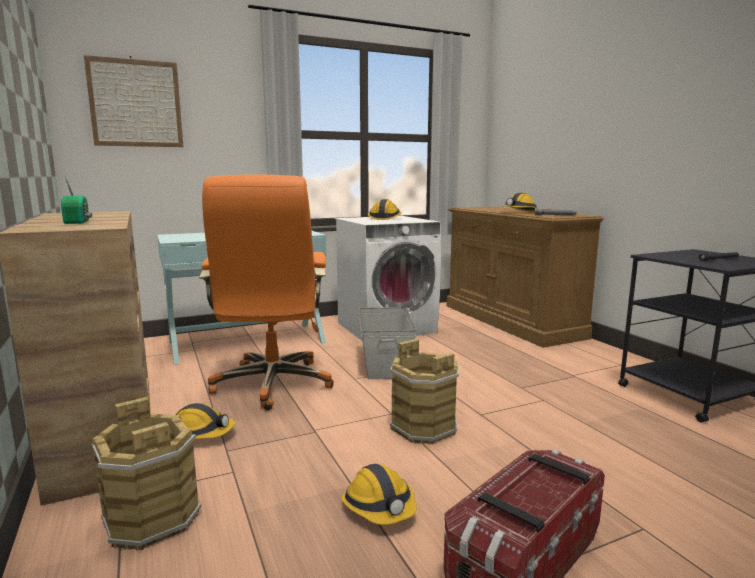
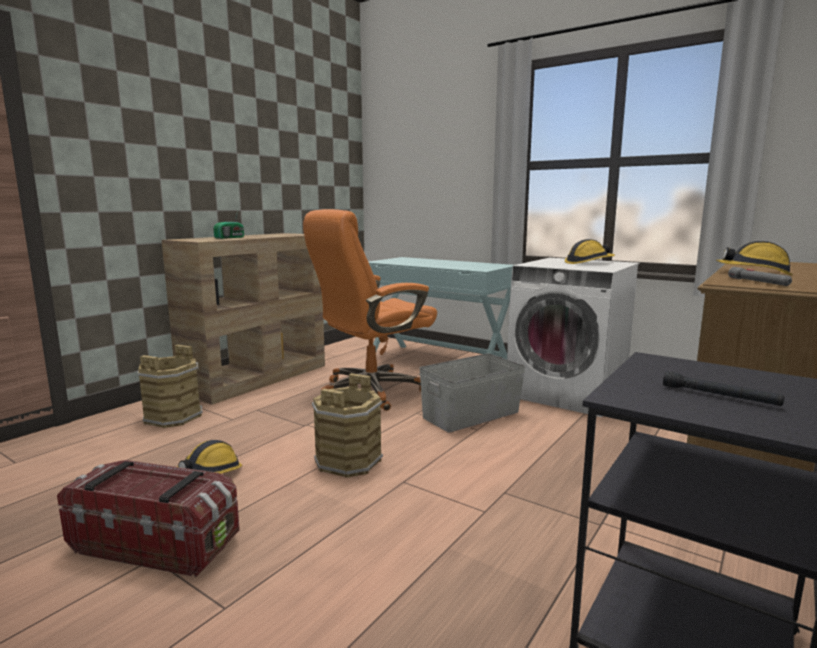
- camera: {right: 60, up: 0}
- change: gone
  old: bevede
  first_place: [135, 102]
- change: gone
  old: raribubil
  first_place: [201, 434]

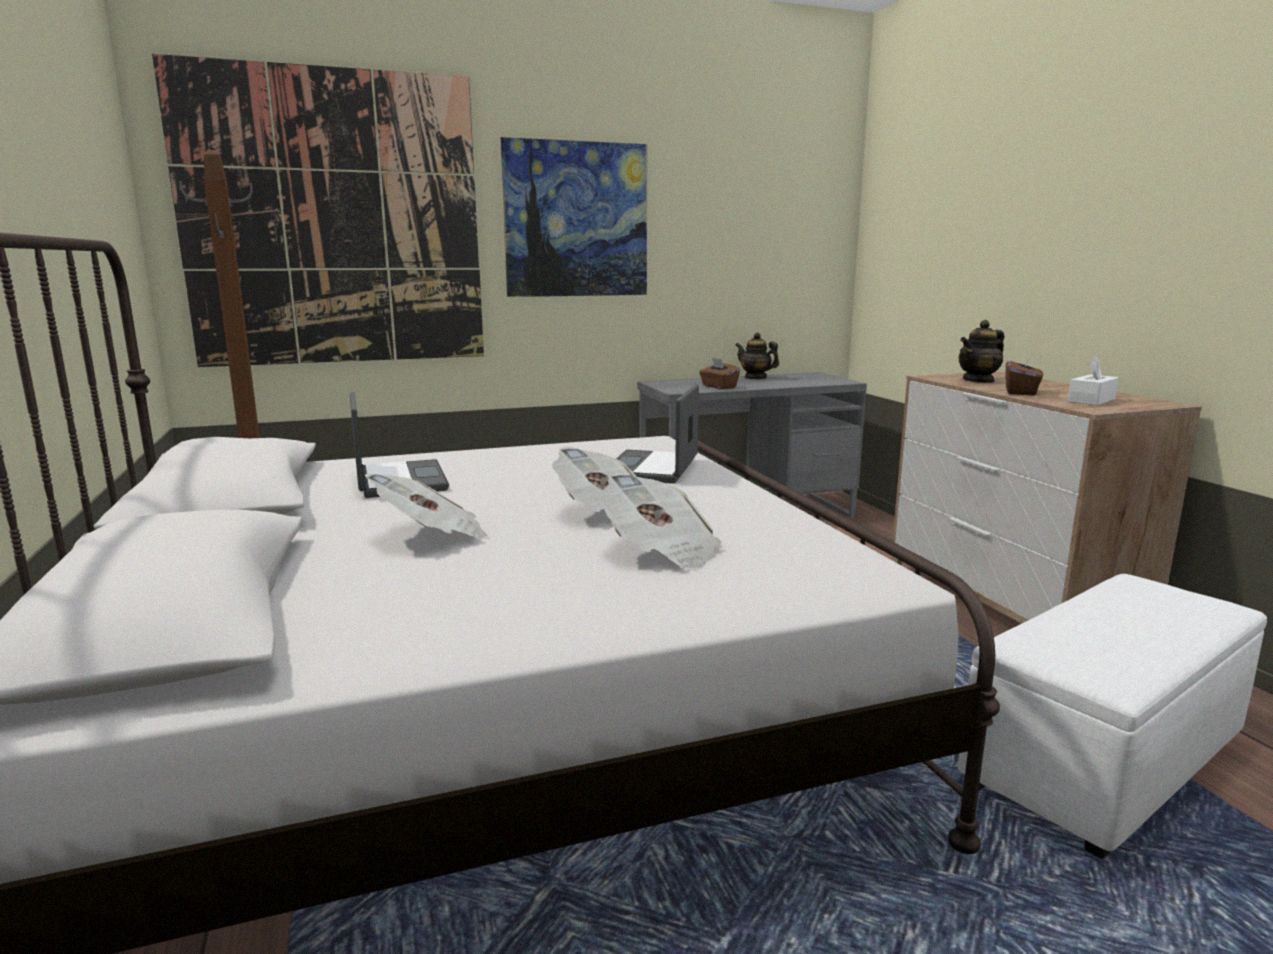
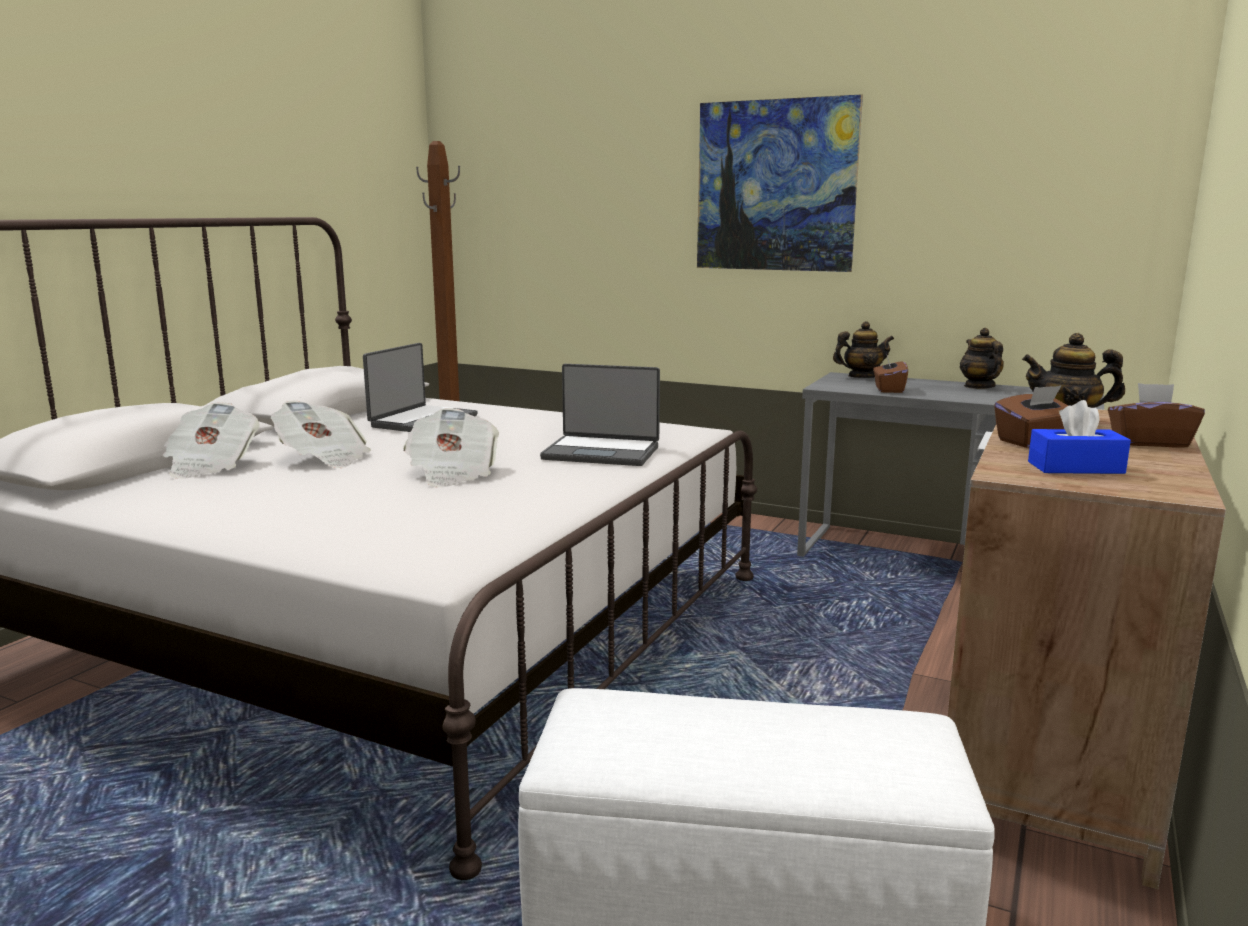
- camera: {right: 45, up: 0}
- change: gone
  old: bevede
  first_place: [334, 220]
- change: new
  new: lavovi
  second_place: [861, 377]
- change: new
  new: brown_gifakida
  second_place: [1149, 442]
- change: shifted
  old: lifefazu
  first_place: [661, 552]
  second_place: [210, 465]
- change: repainted
  old: white_gifakida
  new: blue_gifakida
  first_place: [1091, 400]
  second_place: [1075, 467]
- change: rotated
  old: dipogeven
  first_place: [653, 469]
  second_place: [602, 452]
  degrees: -135

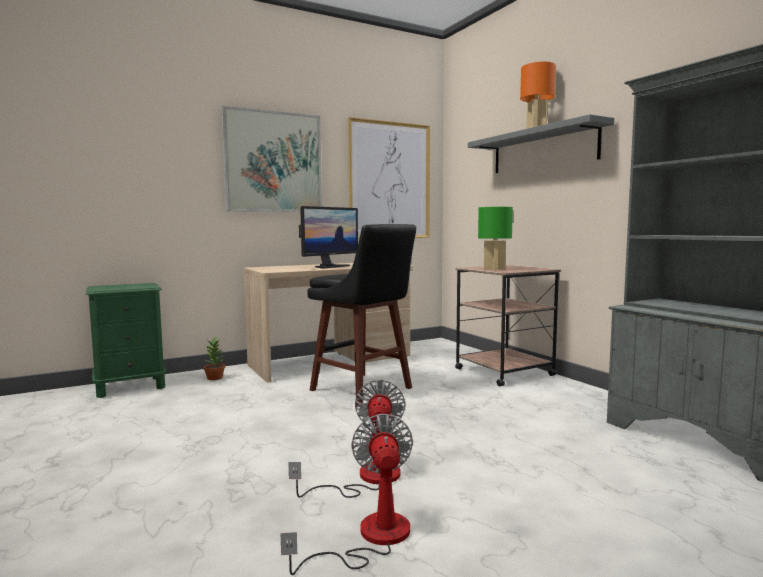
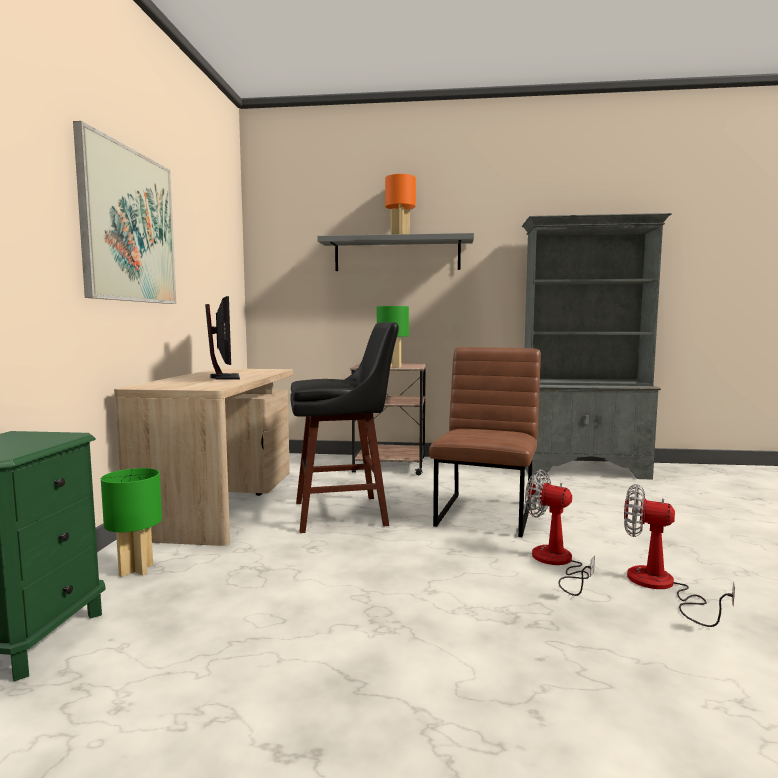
- camera: {right: -55, up: 0}
- change: gone
  old: bevede
  first_place: [389, 181]
- change: new
  new: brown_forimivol
  second_place: [486, 513]
- change: swapped
  old: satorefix
  new: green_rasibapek
  first_place: [215, 378]
  second_place: [136, 569]

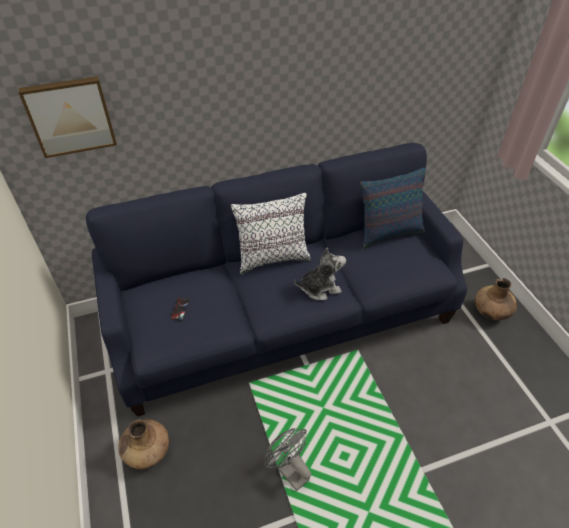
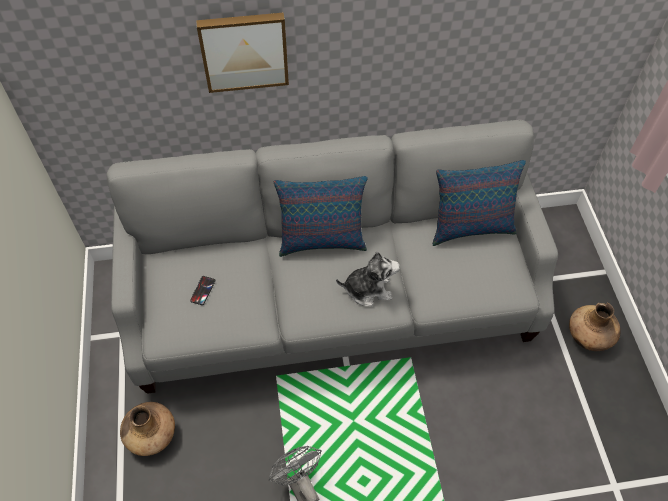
- camera: {right: 10, up: 10}
- change: shifted
  old: bevede
  first_place: [70, 116]
  second_place: [244, 50]
- change: repainted
  old: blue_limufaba
  new: grey_limufaba
  first_place: [284, 318]
  second_place: [333, 303]
- change: repainted
  old: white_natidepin
  new: blue_natidepin
  first_place: [273, 259]
  second_place: [322, 242]

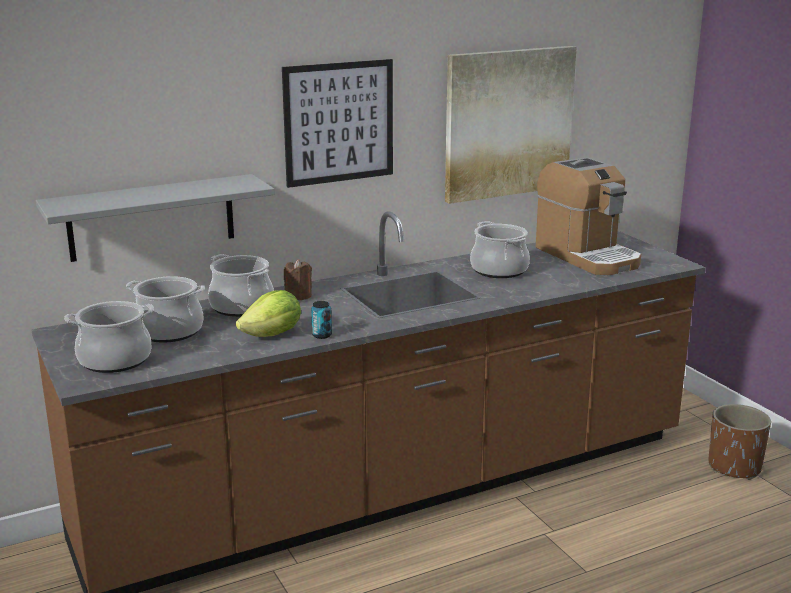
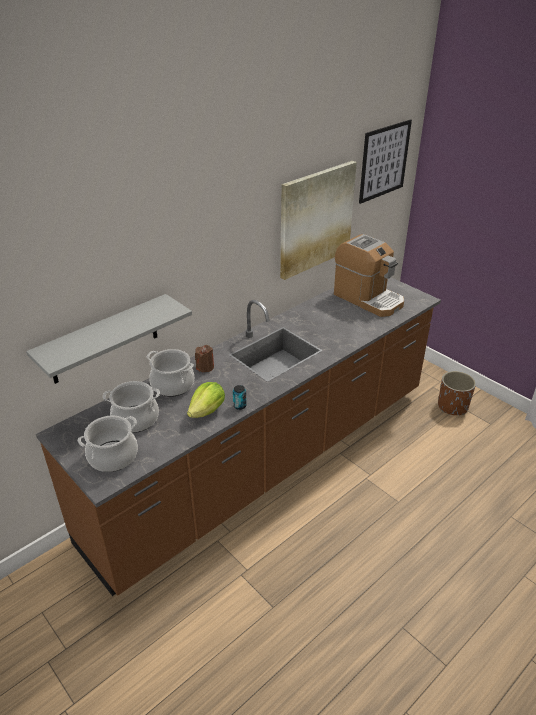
- camera: {right: -15, up: 15}
- change: gone
  old: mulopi
  first_place: [499, 270]
- change: shifted
  old: bevede
  first_place: [339, 122]
  second_place: [384, 161]

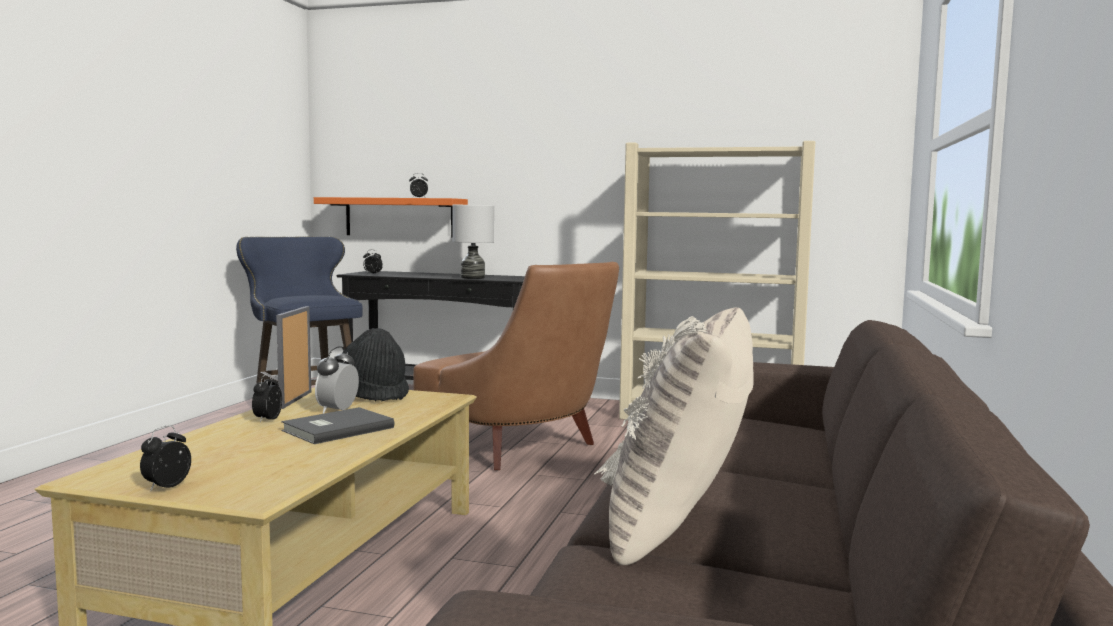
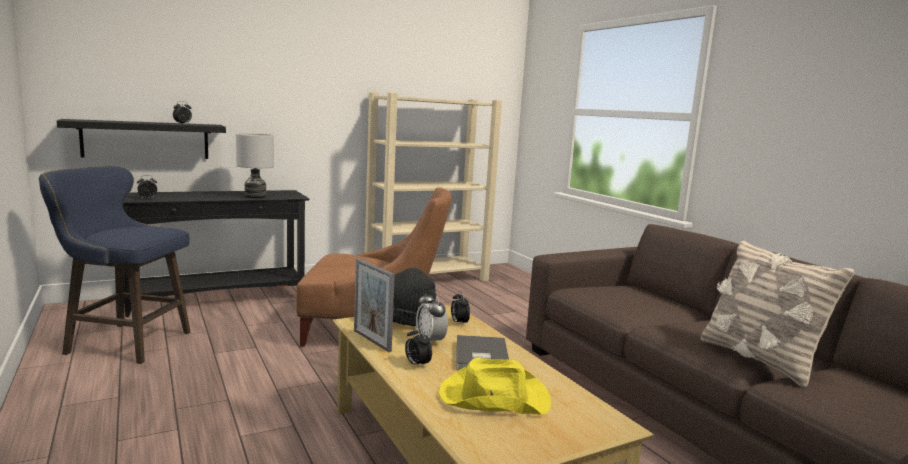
- camera: {right: -45, up: 5}
- change: new
  new: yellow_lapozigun
  second_place: [492, 397]
- change: shifted
  old: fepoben
  first_place: [166, 487]
  second_place: [459, 323]
- change: repainted
  old: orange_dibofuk
  new: black_dibofuk
  first_place: [399, 217]
  second_place: [146, 140]

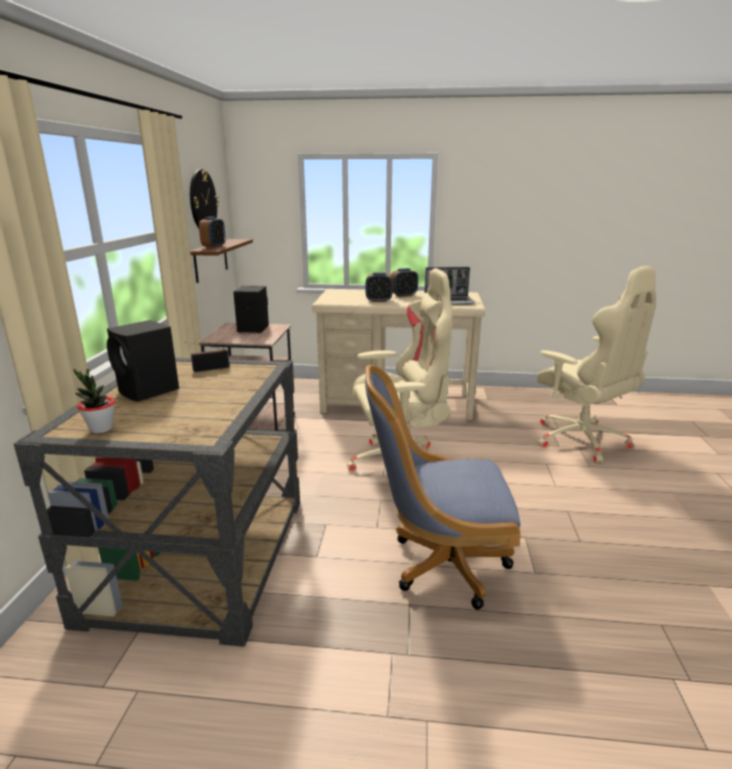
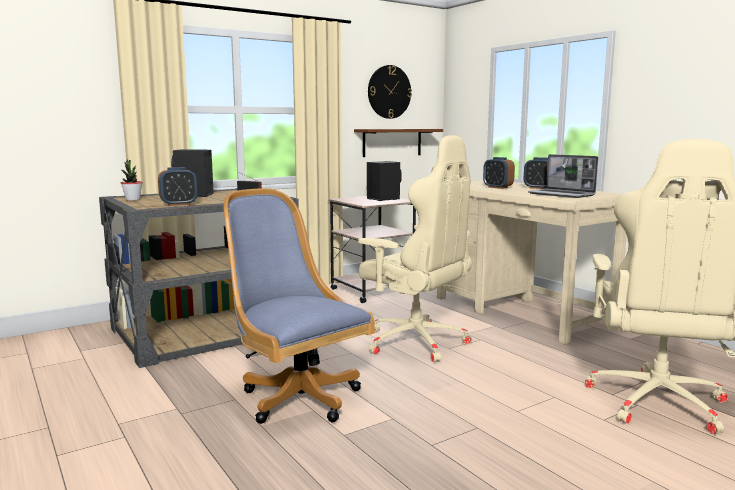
- camera: {right: 50, up: -10}
- change: shifted
  old: fepoben
  first_place: [214, 247]
  second_place: [179, 204]

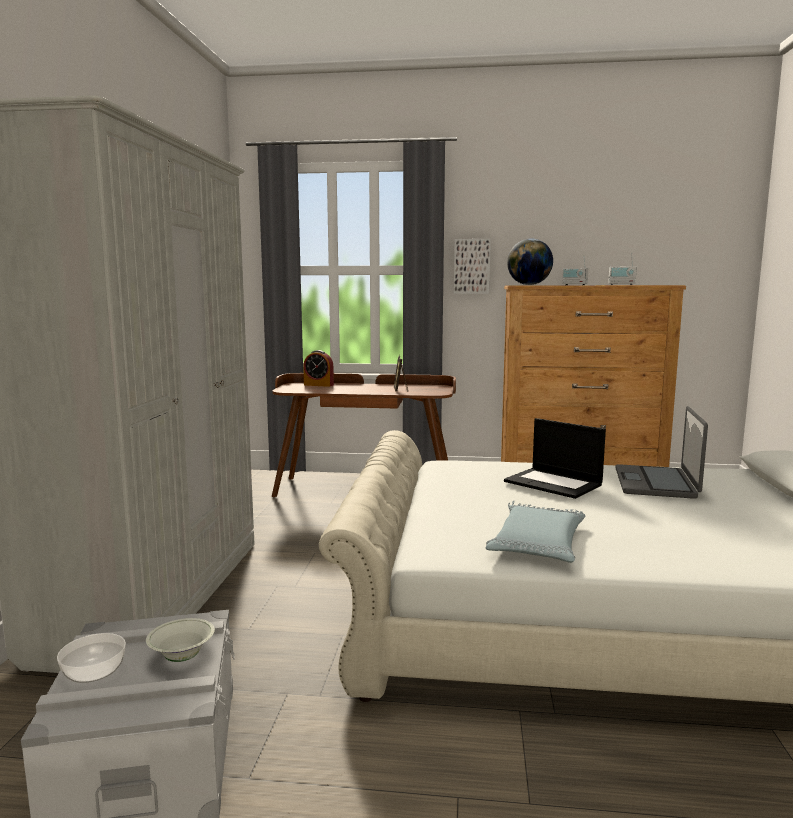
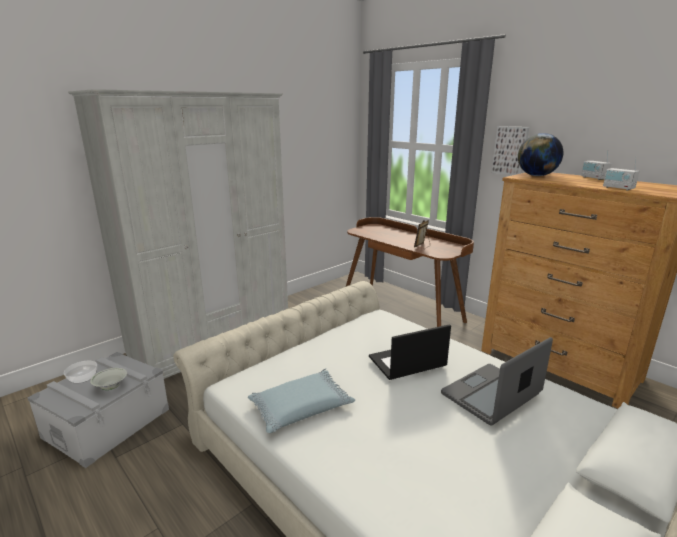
- camera: {right: 40, up: 10}
- change: gone
  old: fepoben
  first_place: [318, 385]
- change: rotated
  old: dipogeven
  first_place: [554, 483]
  second_place: [407, 362]
  degrees: 75

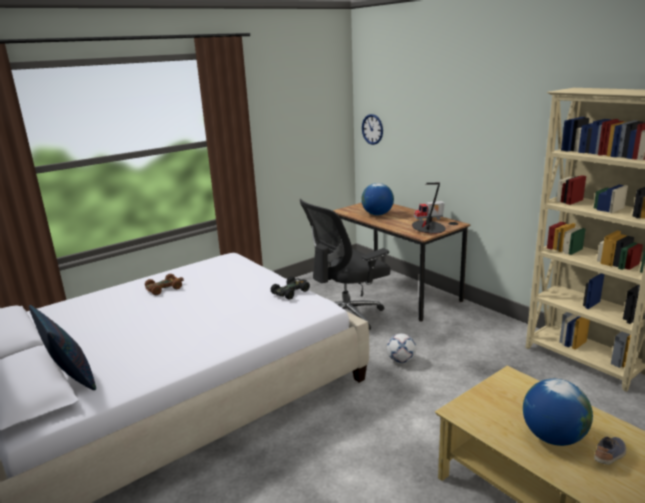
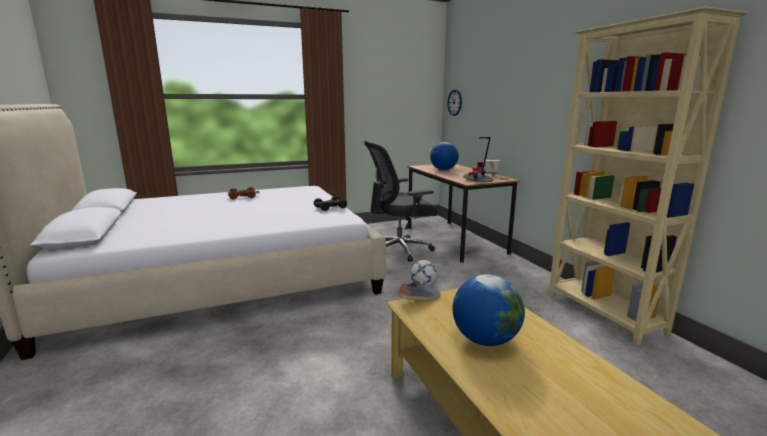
- camera: {right: 15, up: -5}
- change: gone
  old: blue_natidepin
  first_place: [71, 378]
- change: shifted
  old: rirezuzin
  first_place: [610, 456]
  second_place: [420, 299]

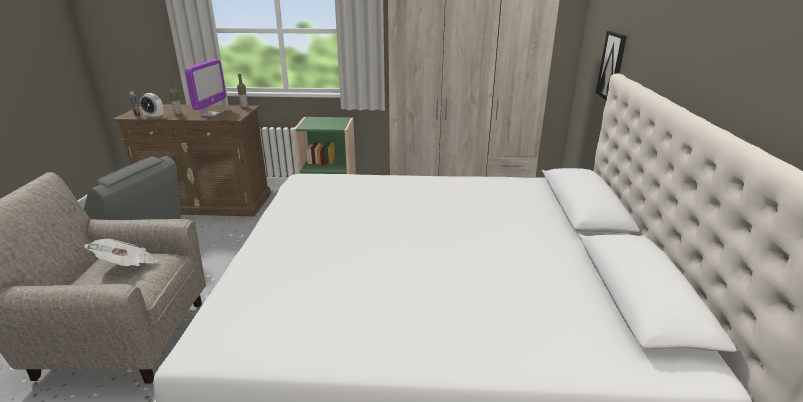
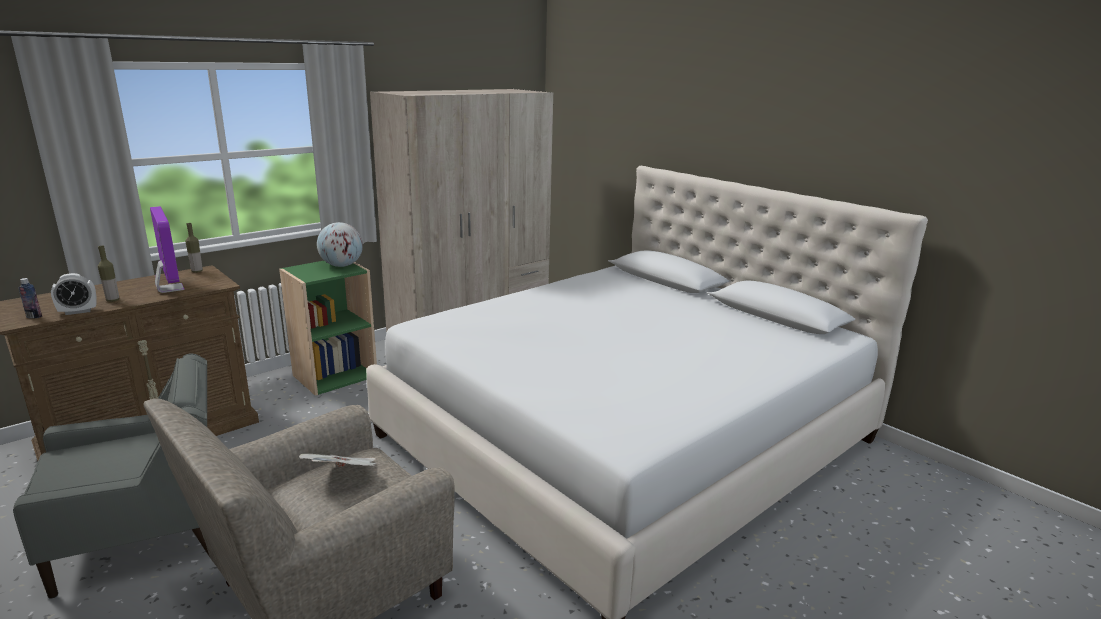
- camera: {right: -45, up: -5}
- change: gone
  old: bevede
  first_place: [612, 66]
- change: new
  new: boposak
  second_place: [341, 265]

